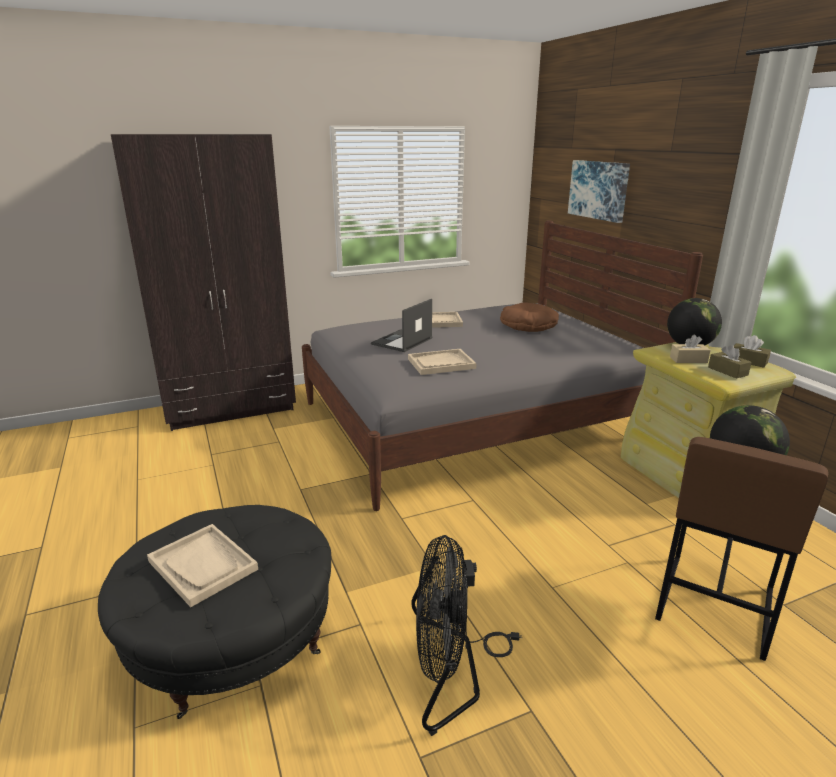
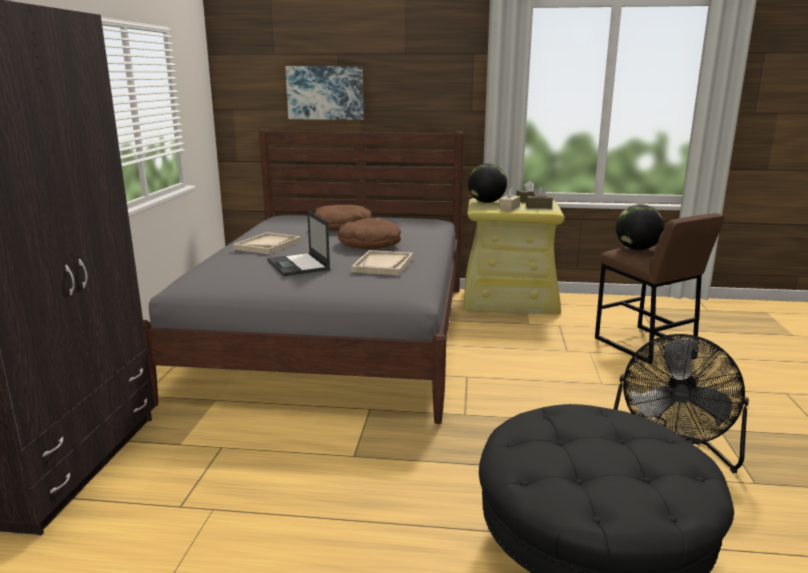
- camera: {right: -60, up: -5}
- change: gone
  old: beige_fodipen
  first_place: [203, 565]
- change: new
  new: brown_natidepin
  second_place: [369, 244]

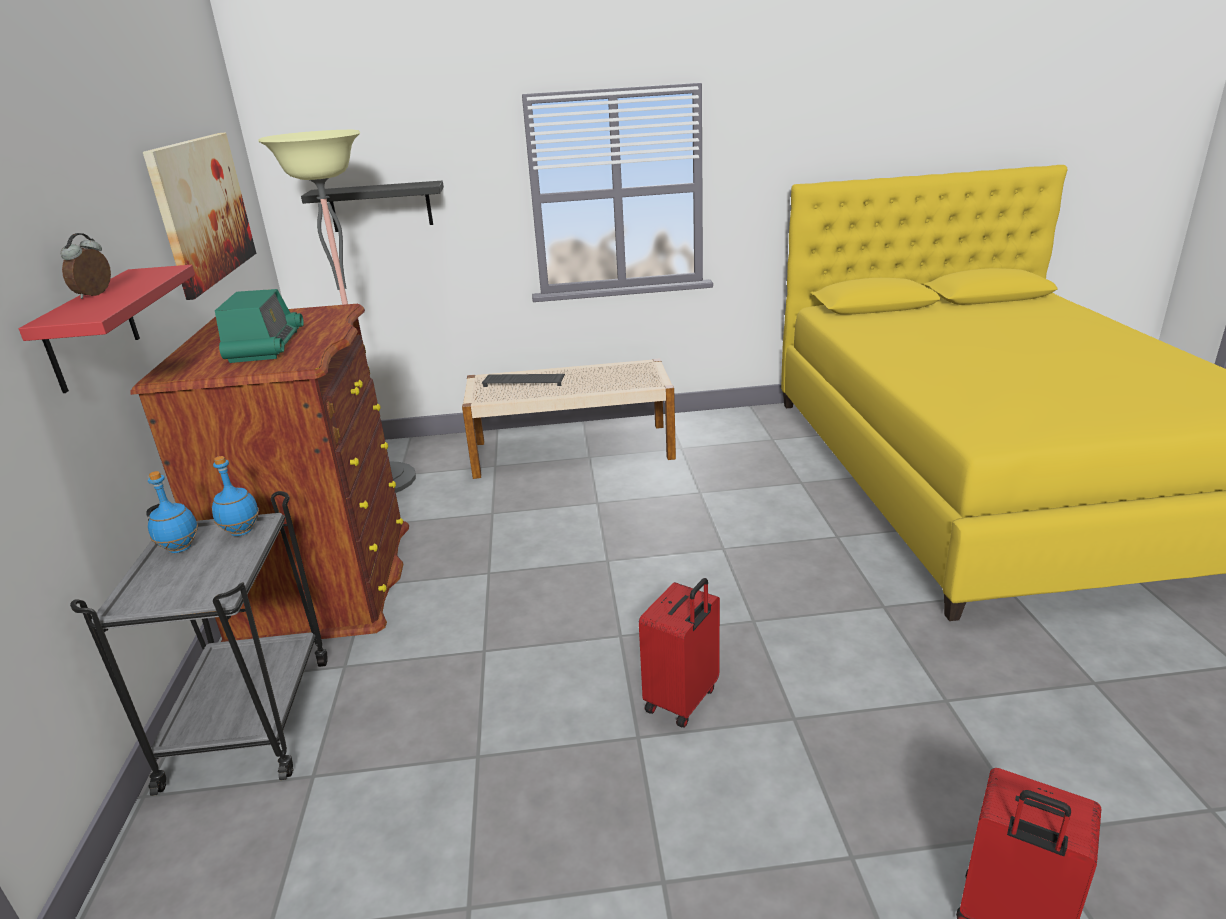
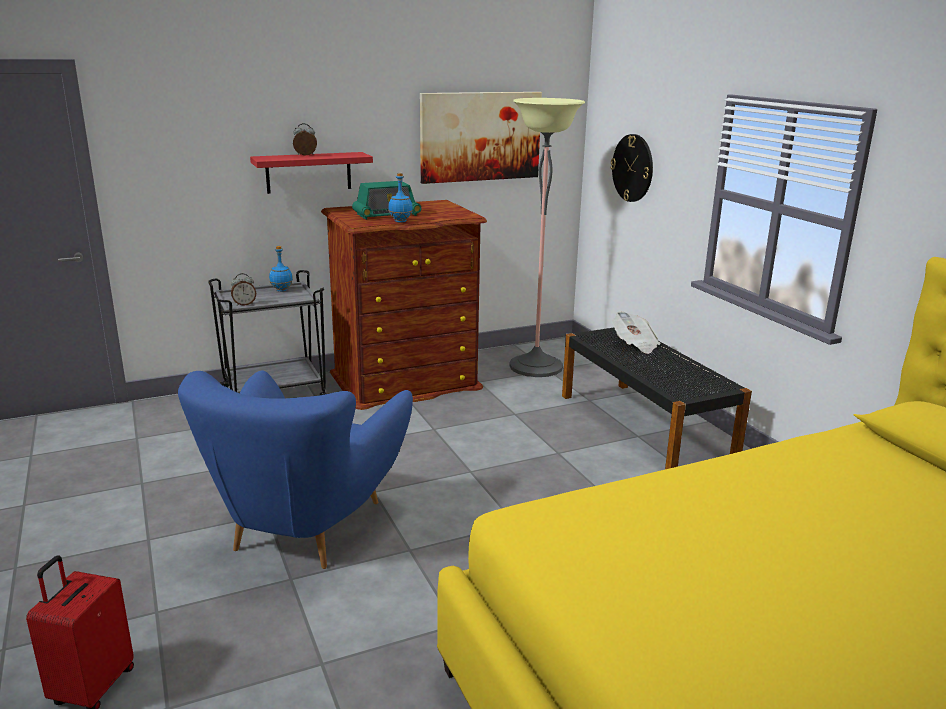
- camera: {right: 70, up: -5}
- change: new
  new: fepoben
  second_place: [244, 304]
- change: shifted
  old: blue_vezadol
  first_place: [242, 531]
  second_place: [401, 221]
- change: swapped
  old: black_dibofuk
  new: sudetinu
  first_place: [381, 206]
  second_place: [633, 168]
- change: swapped
  old: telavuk
  new: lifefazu
  first_place: [525, 381]
  second_place: [635, 345]
- change: swapped
  old: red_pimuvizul
  new: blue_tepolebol
  first_place: [683, 700]
  second_place: [305, 527]
- change: repainted
  old: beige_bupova
  new: black_bupova
  first_place: [572, 450]
  second_place: [644, 426]

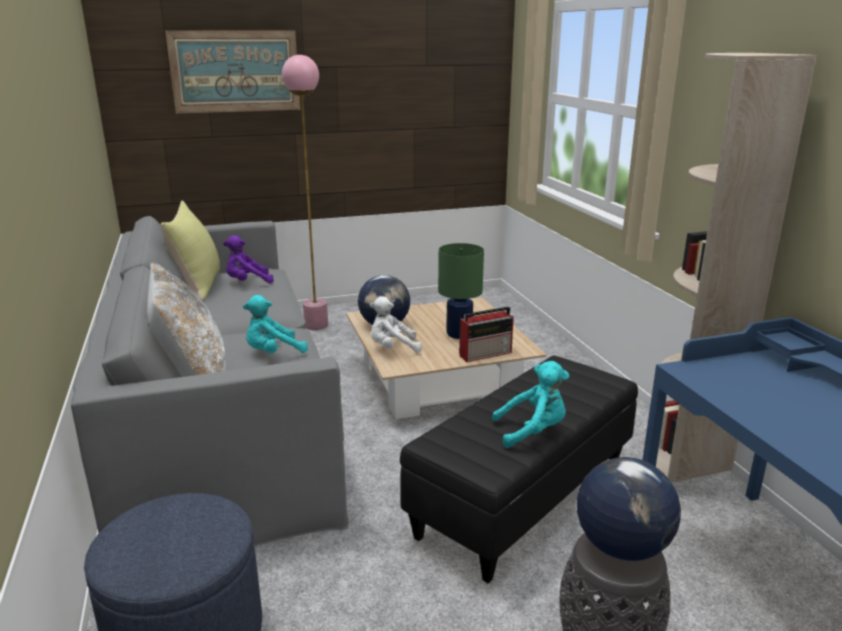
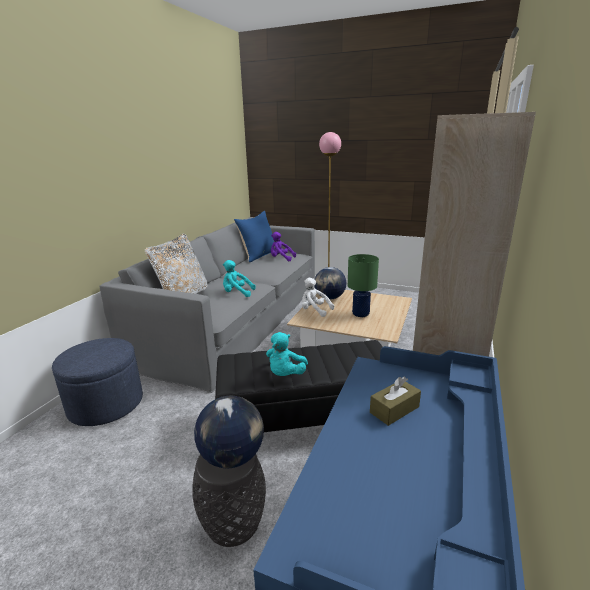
- camera: {right: 40, up: 0}
- change: gone
  old: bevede
  first_place: [235, 71]
- change: gone
  old: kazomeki
  first_place: [486, 354]
- change: new
  new: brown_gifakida
  second_place: [394, 409]
- change: repainted
  old: yellow_natidepin
  new: blue_natidepin
  first_place: [198, 285]
  second_place: [259, 255]
- change: rotated
  old: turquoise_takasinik
  first_place: [533, 431]
  second_place: [285, 374]
  degrees: 75

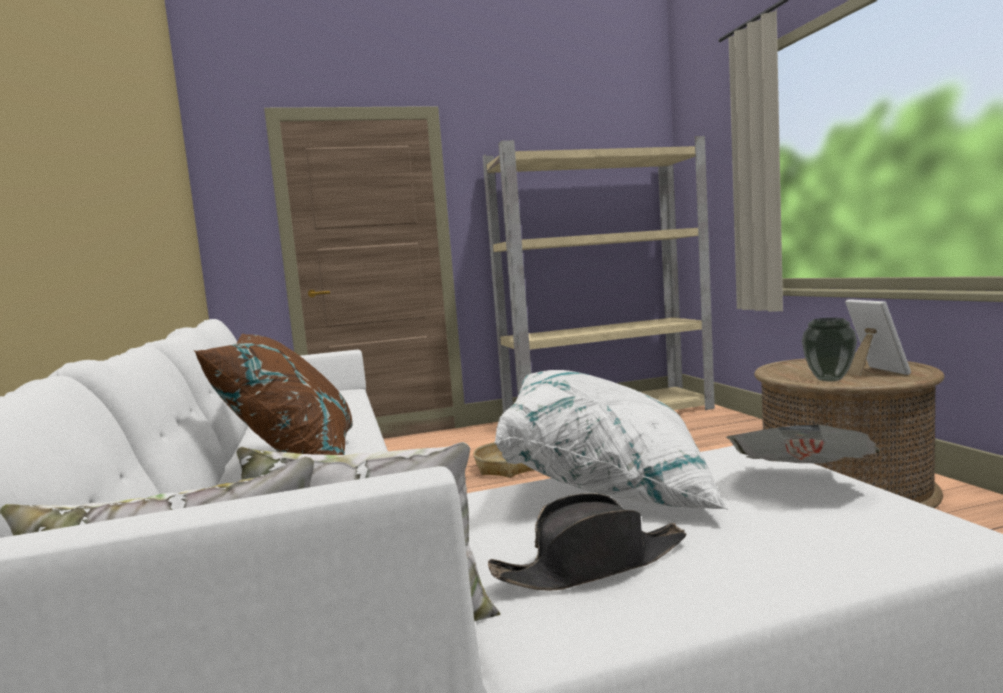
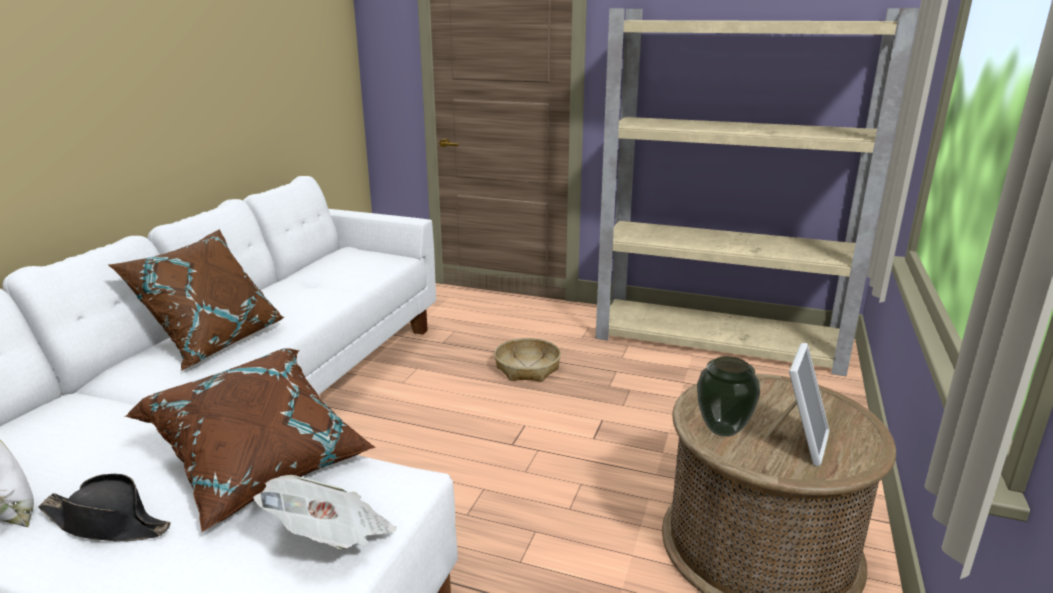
- camera: {right: 35, up: 15}
- change: repainted
  old: white_natidepin
  new: brown_natidepin
  first_place: [610, 483]
  second_place: [261, 464]

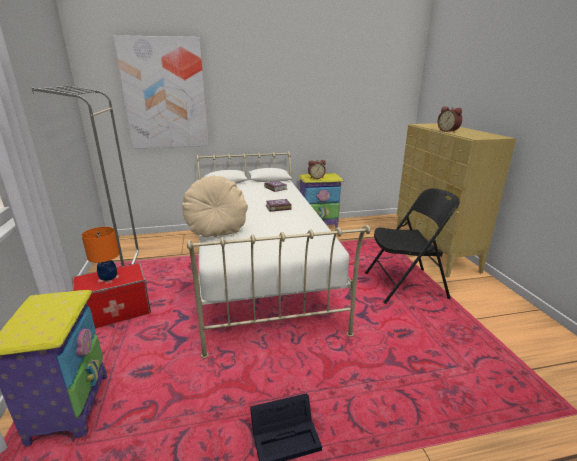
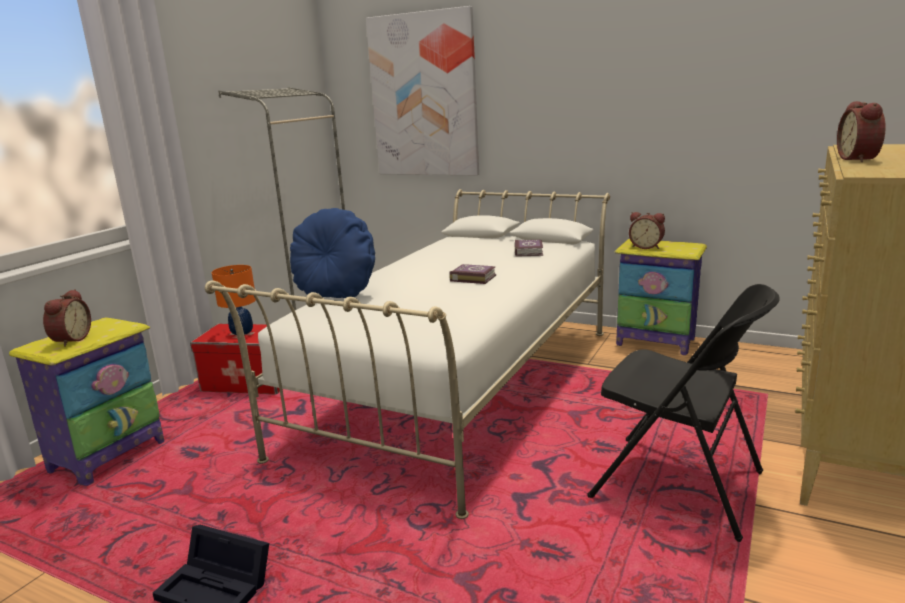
- camera: {right: 40, up: -5}
- change: new
  new: fepoben
  second_place: [70, 340]
- change: repainted
  old: beige_natidepin
  new: blue_natidepin
  first_place: [217, 233]
  second_place: [336, 294]

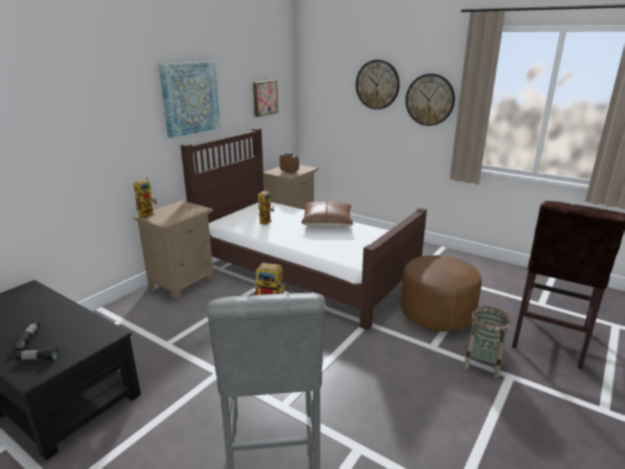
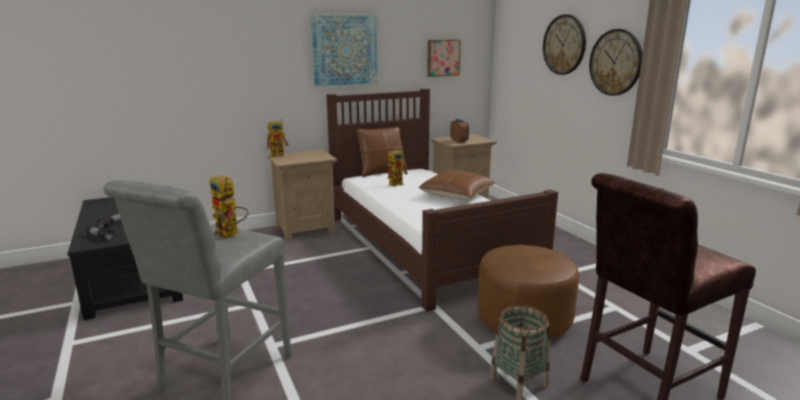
- camera: {right: 30, up: -5}
- change: new
  new: brown_natidepin
  second_place: [382, 172]

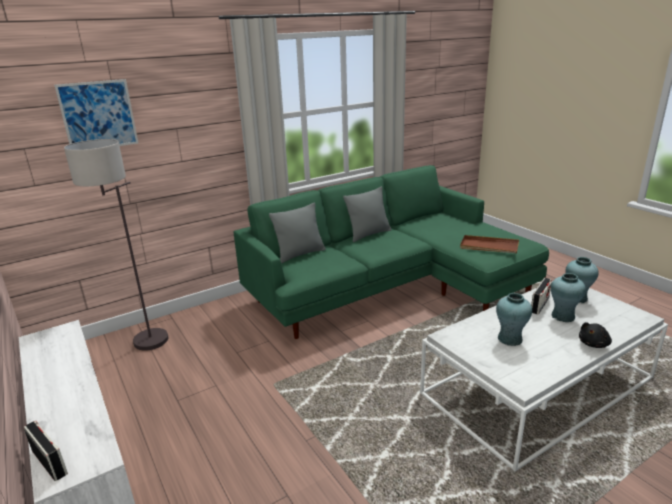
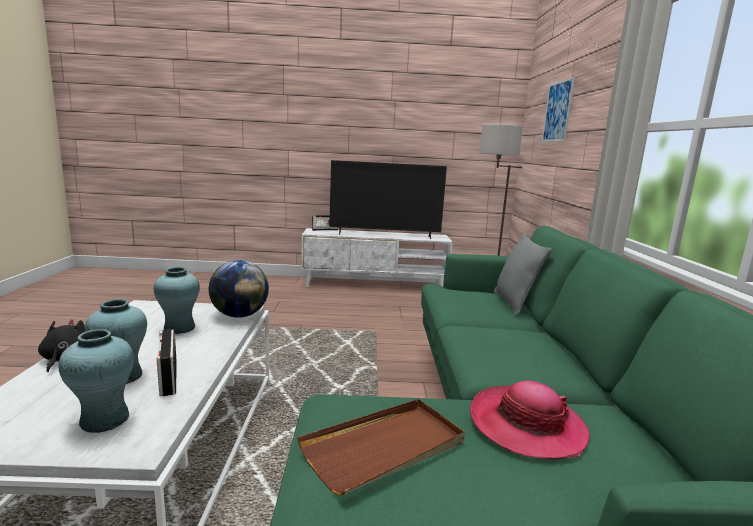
- camera: {right: 120, up: -10}
- change: gone
  old: grey_natidepin
  first_place: [368, 234]
- change: new
  new: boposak
  second_place: [239, 315]
- change: new
  new: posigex
  second_place: [384, 235]
- change: new
  new: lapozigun
  second_place: [526, 425]

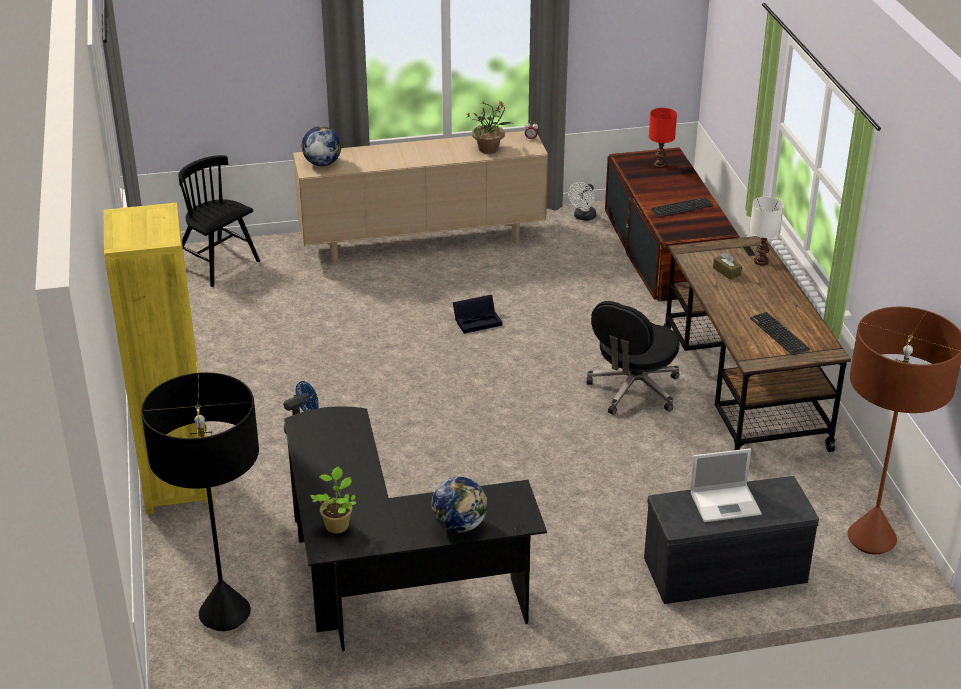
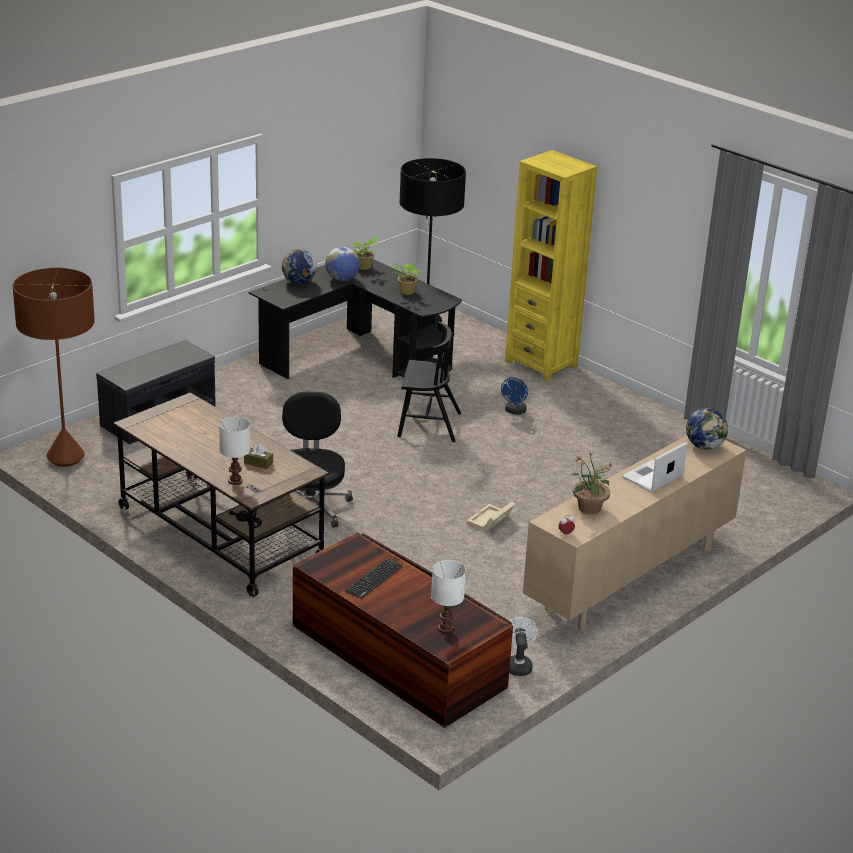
- camera: {right: 145, up: -5}
- change: gone
  old: telavuk
  first_place: [779, 334]
- change: new
  new: boposak
  second_place: [342, 279]
- change: new
  new: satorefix
  second_place: [406, 292]
- change: shifted
  old: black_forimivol
  first_place: [219, 265]
  second_place: [425, 424]
- change: shifted
  old: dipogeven
  first_place: [726, 503]
  second_place: [652, 477]
- change: repainted
  old: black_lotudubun
  new: beige_lotudubun
  first_place: [478, 320]
  second_place: [490, 522]
- change: repainted
  old: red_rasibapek
  new: white_rasibapek
  first_place: [659, 165]
  second_place: [446, 628]

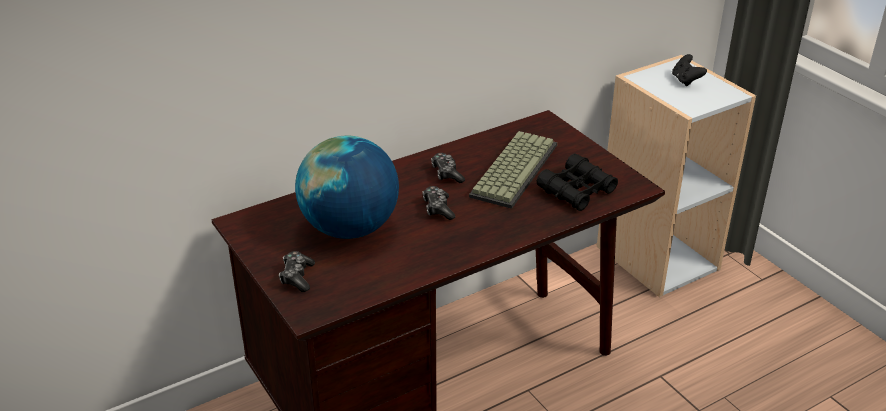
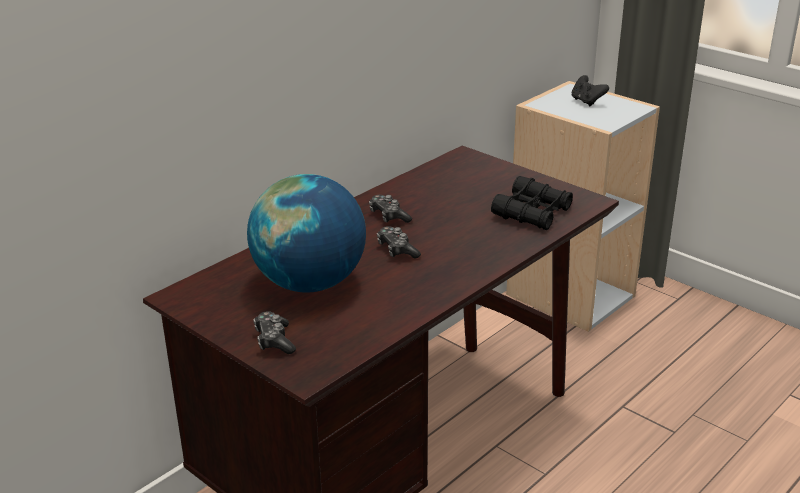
- camera: {right: -15, up: -5}
- change: gone
  old: telavuk
  first_place: [513, 169]

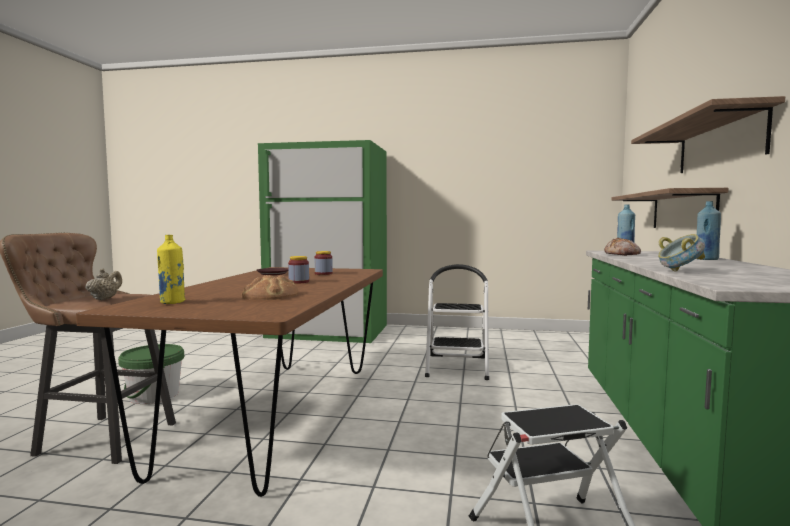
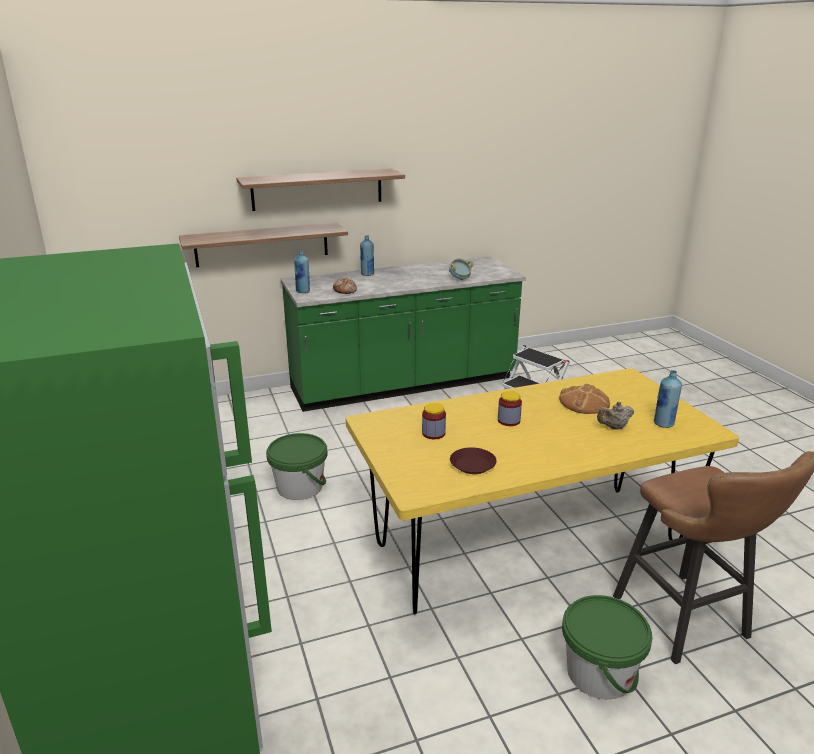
- camera: {right: -120, up: 20}
- change: shifted
  old: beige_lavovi
  first_place: [105, 299]
  second_place: [614, 427]
- change: swapped
  old: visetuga
  new: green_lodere
  first_place: [457, 366]
  second_place: [300, 487]
- change: repainted
  old: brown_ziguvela
  new: yellow_ziguvela
  first_place: [276, 413]
  second_place: [526, 546]
- change: repainted
  old: yellow_vezadol
  new: blue_vezadol
  first_place: [172, 302]
  second_place: [663, 424]

